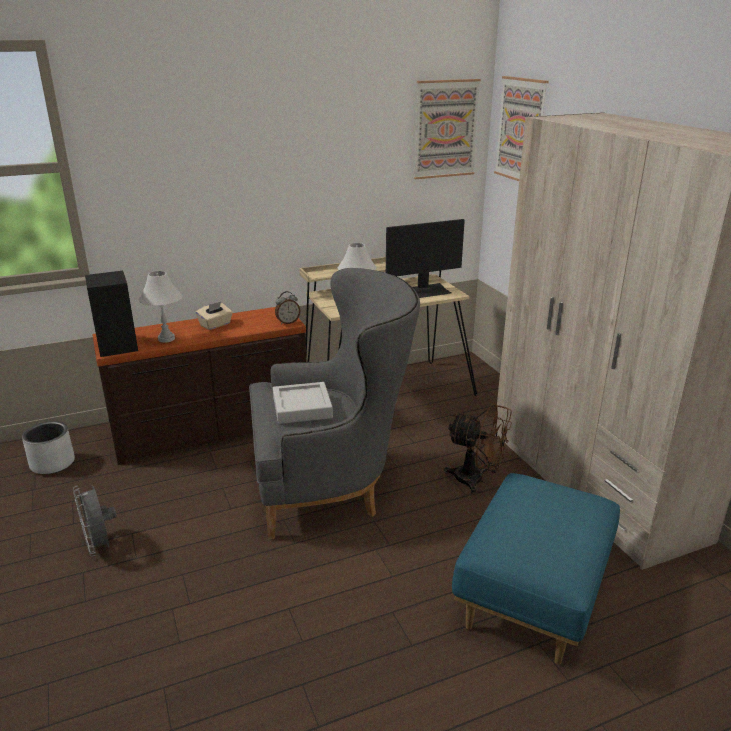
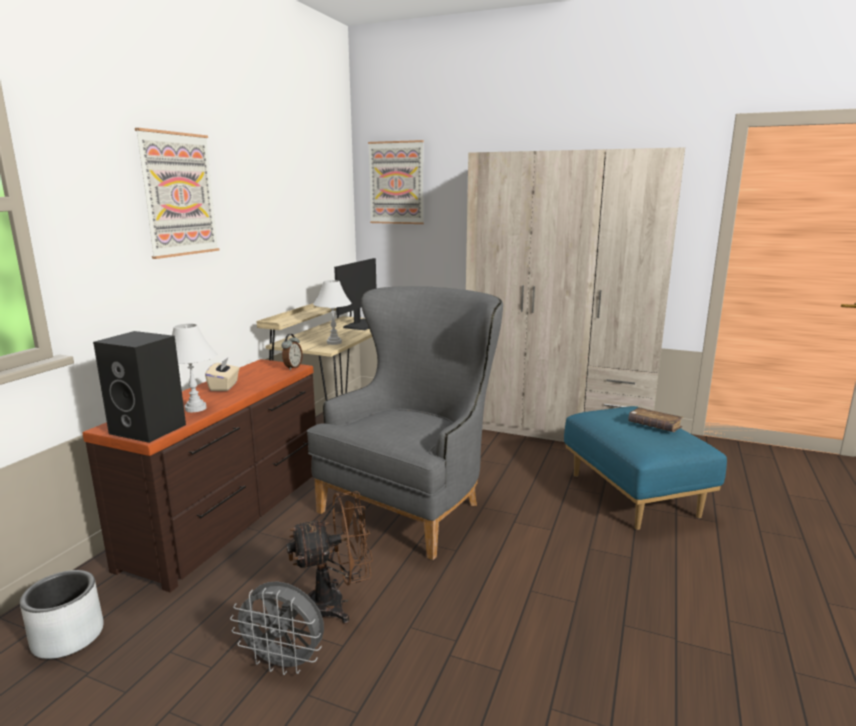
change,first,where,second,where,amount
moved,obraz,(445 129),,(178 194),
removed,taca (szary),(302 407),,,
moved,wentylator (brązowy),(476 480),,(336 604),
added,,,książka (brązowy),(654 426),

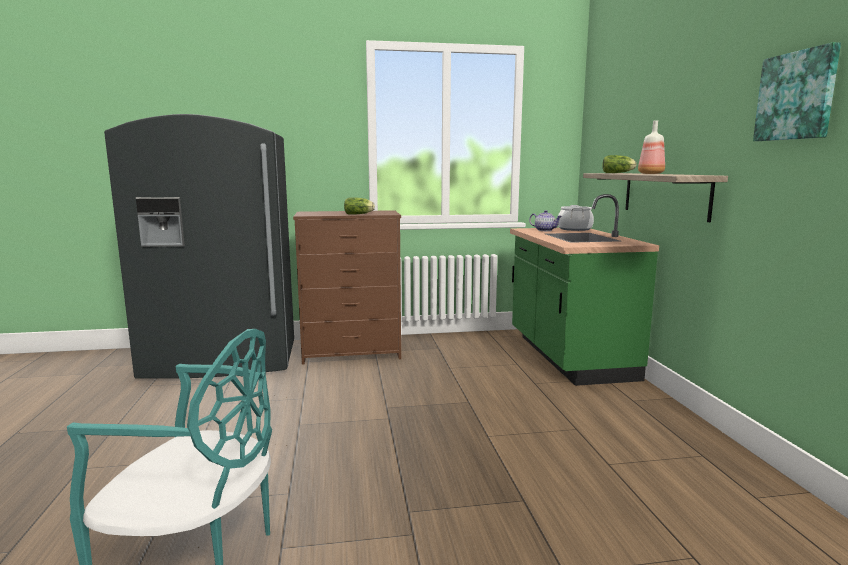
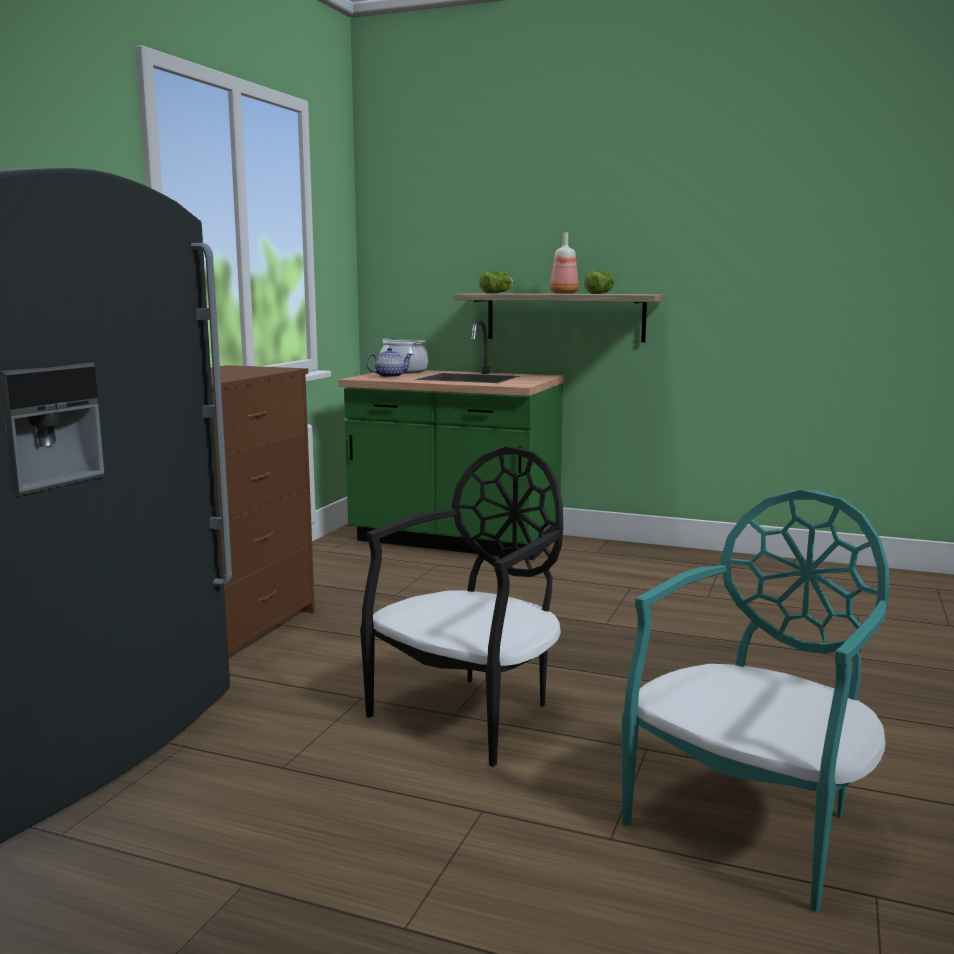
change,first,where,second,where,amount
removed,obraz,(797 96),,,
moved,sałata,(359 214),,(600 293),
added,,,krzesło (czarny),(471 714),

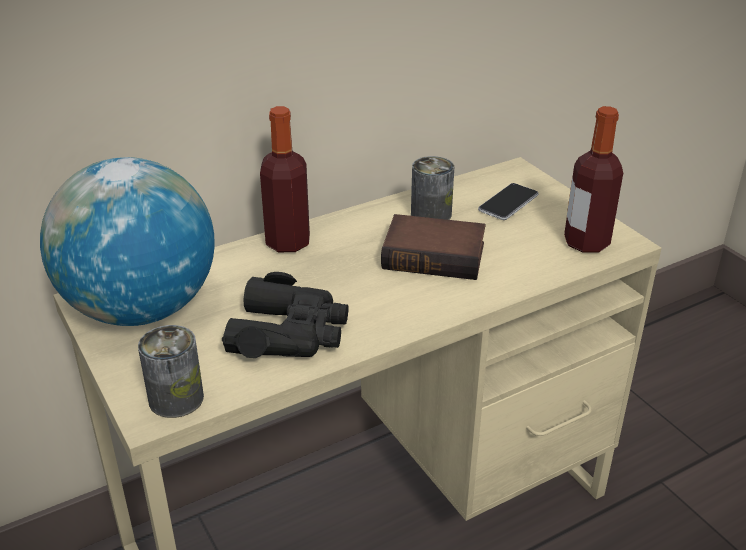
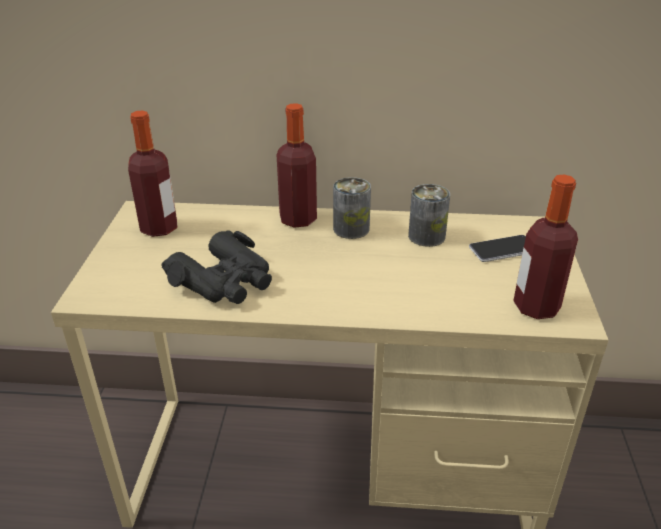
change,first,where,second,where,amount
replaced,globus,(141 308),butelka,(159 228),
removed,książka,(435 254),,,
moved,puszka,(176 398),,(351 229),

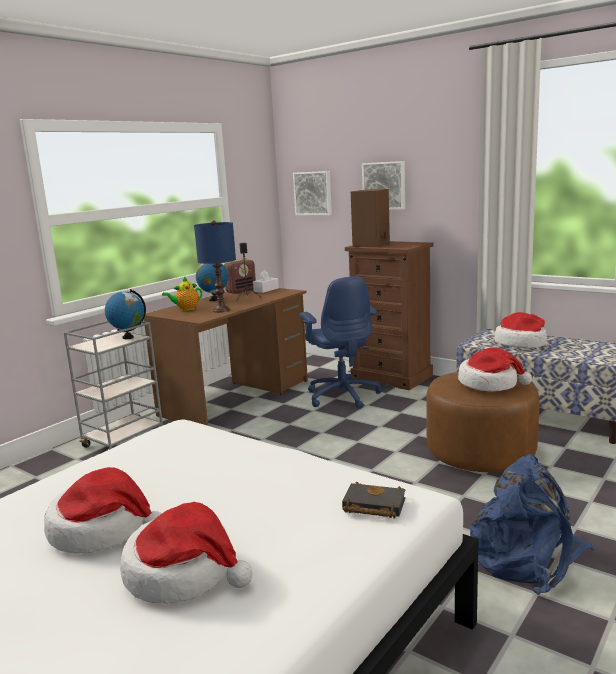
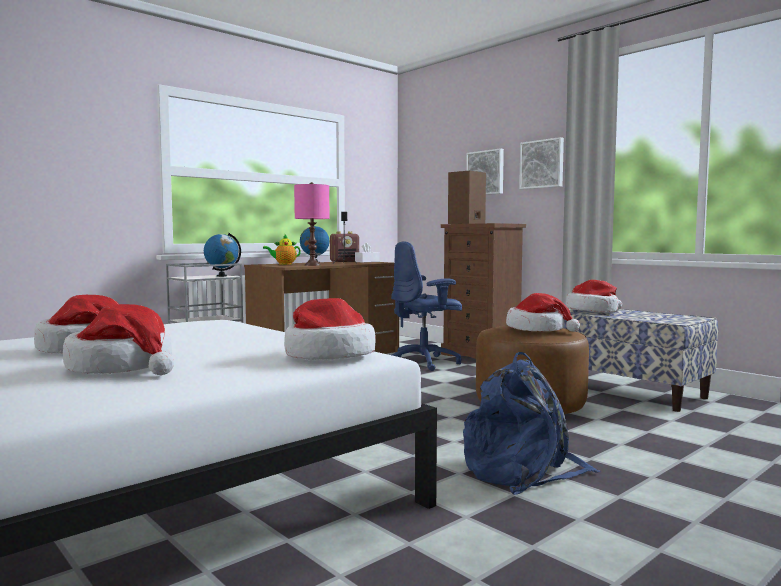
change,first,where,second,where,amount
moved,obraz,(313 193),,(542 164),
recoloured,lampa stołowa (niebieski),(221 310),lampa stołowa (różowy),(312 265),
turned,krzesło biurowe (niebieski),(342 395),,(424 363),75 degrees clockwise
replaced,książka (czarny),(372 506),kapelusz,(328 355),

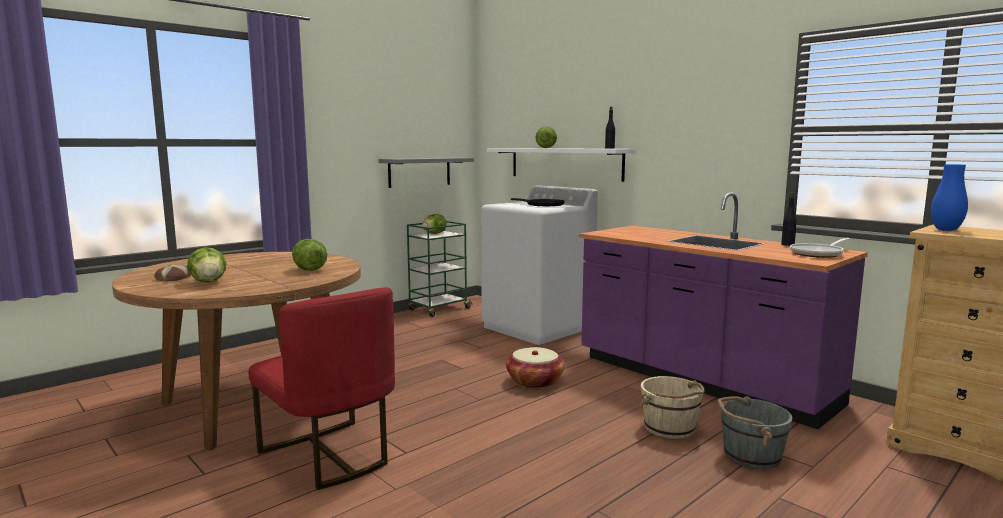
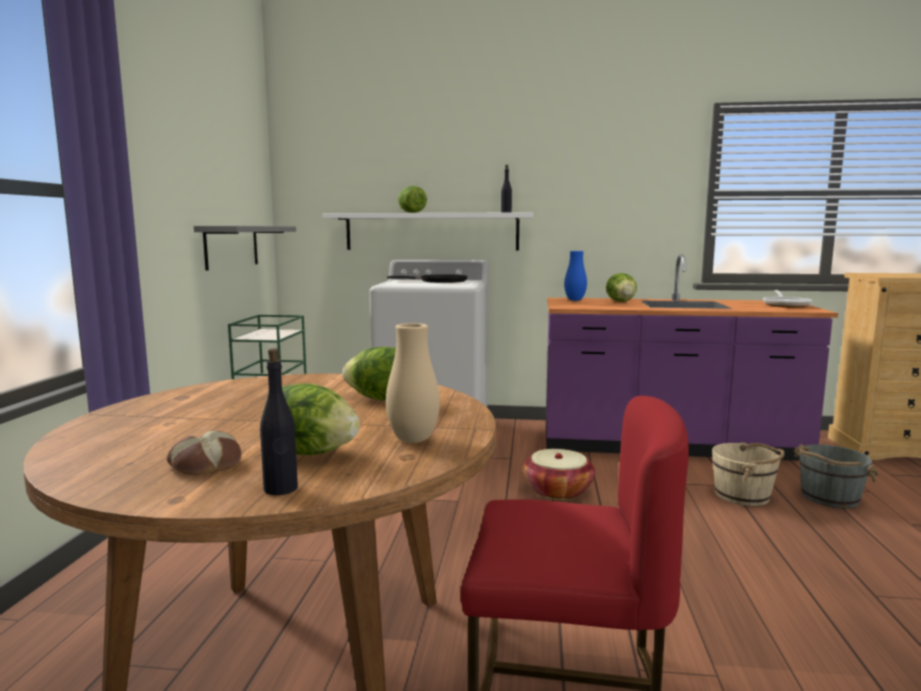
change,first,where,second,where,amount
moved,wazon (niebieski),(946 230),,(575 300),
moved,butelka (czarny),(787 245),,(281 489),
moved,sałata,(434 233),,(621 302),
added,,,wazon (beżowy),(413 440),

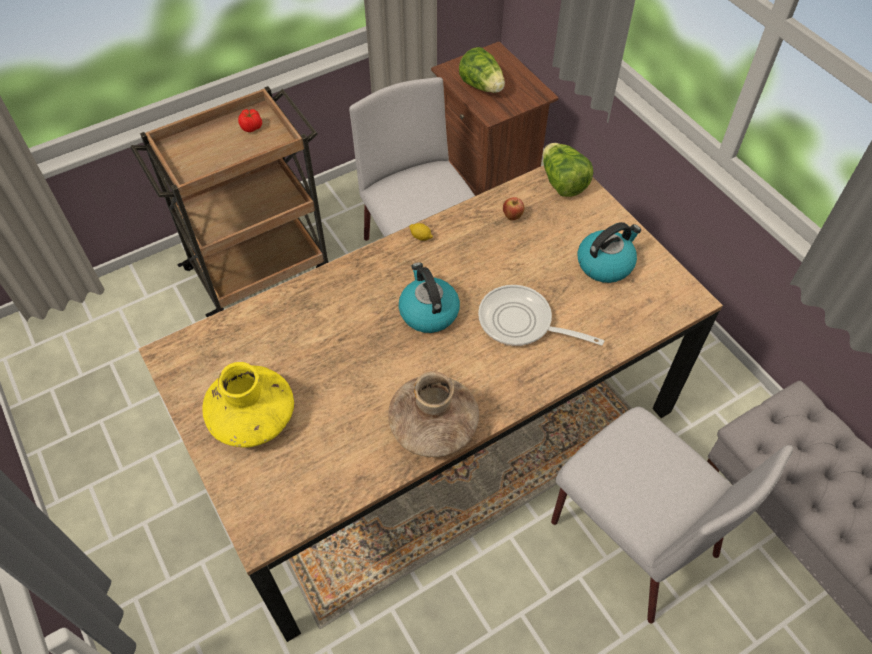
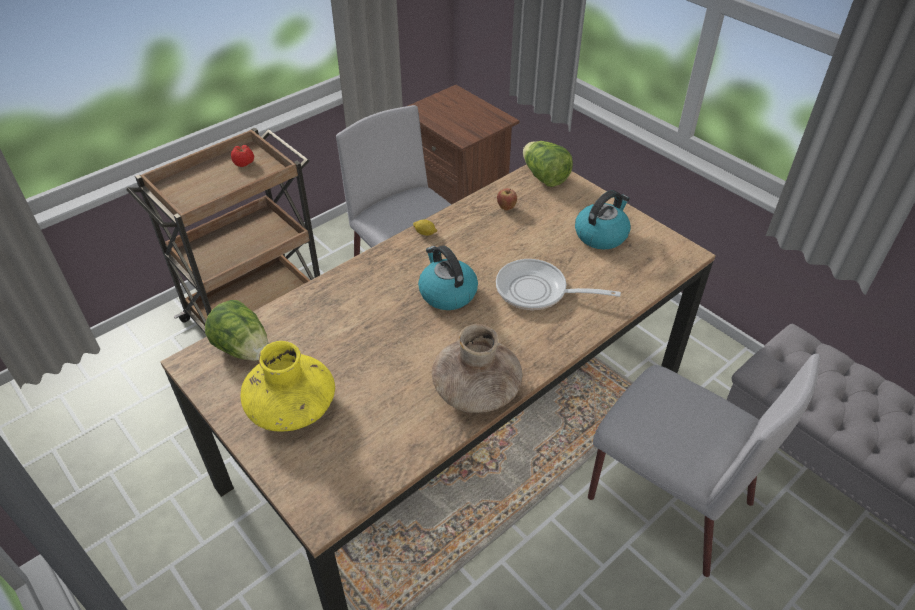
change,first,where,second,where,amount
moved,sałata,(482 86),,(244 349),

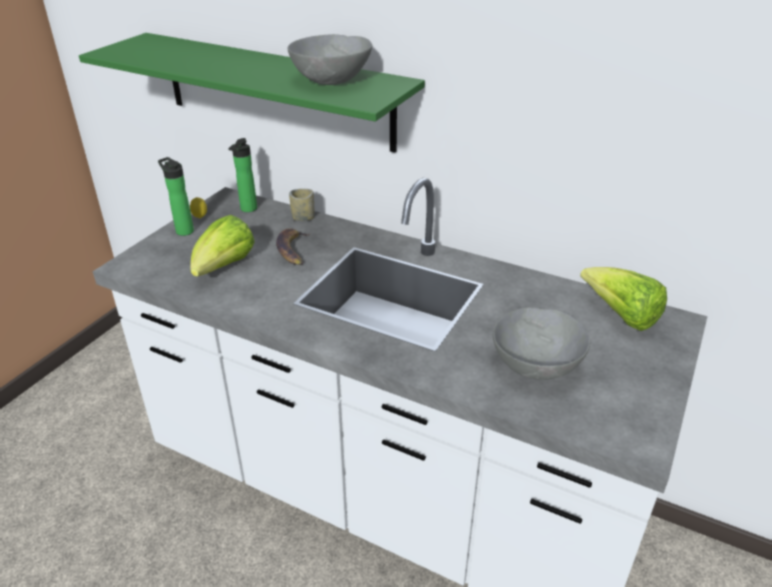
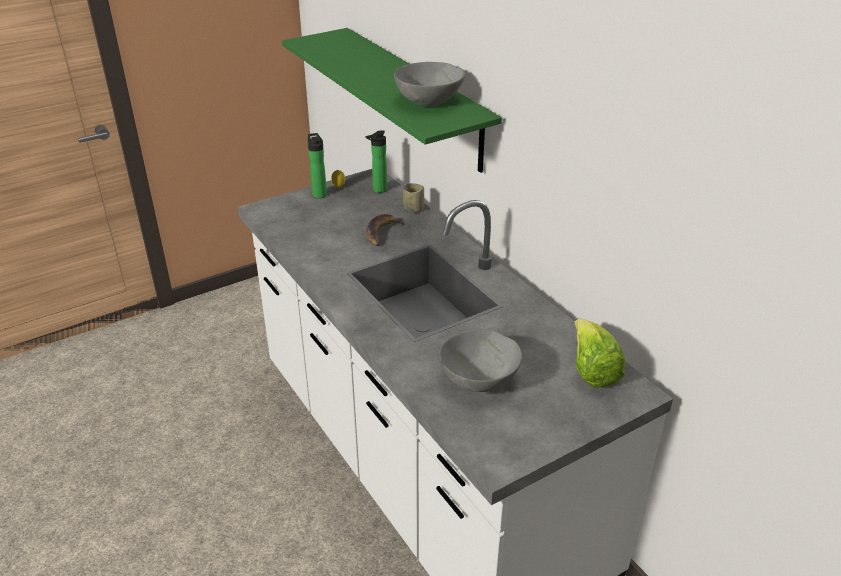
change,first,where,second,where,amount
removed,sałata,(224 268),,,

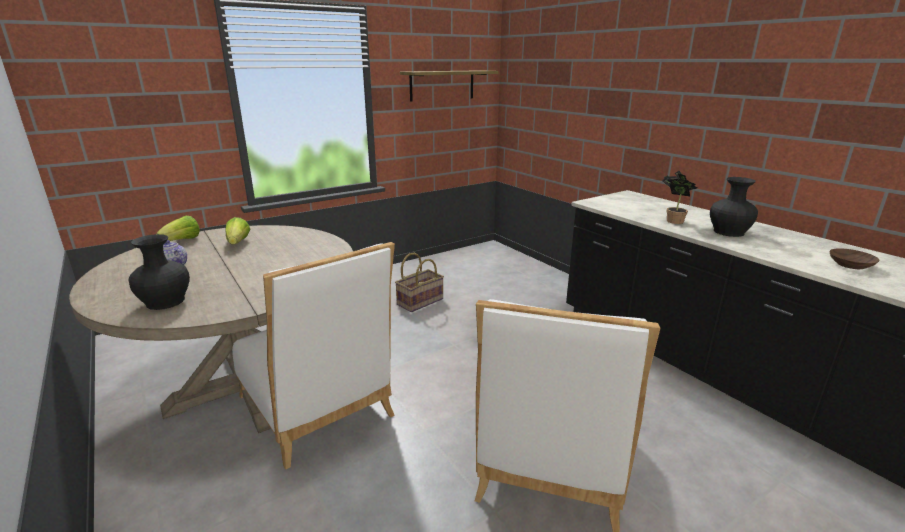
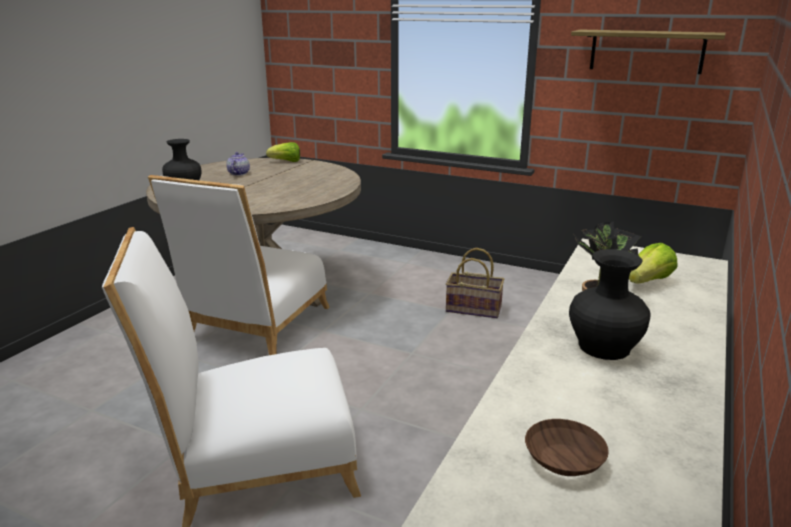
change,first,where,second,where,amount
moved,sałata,(238 243),,(648 282),

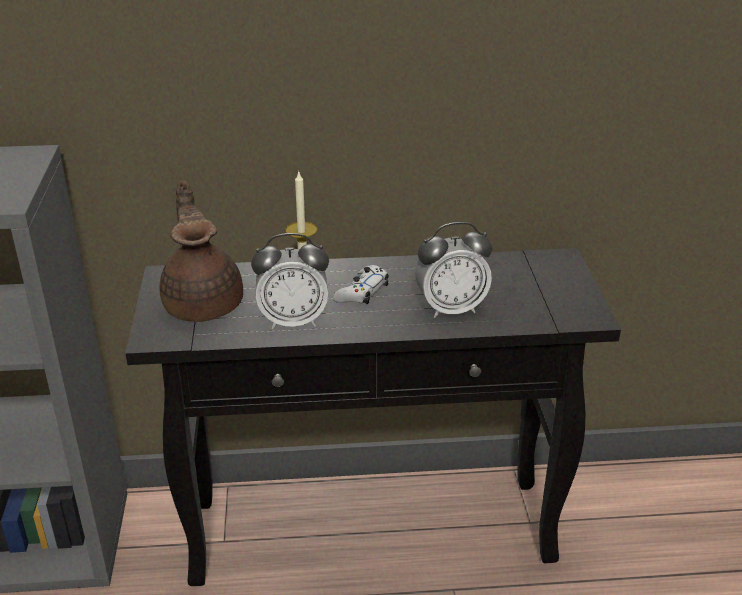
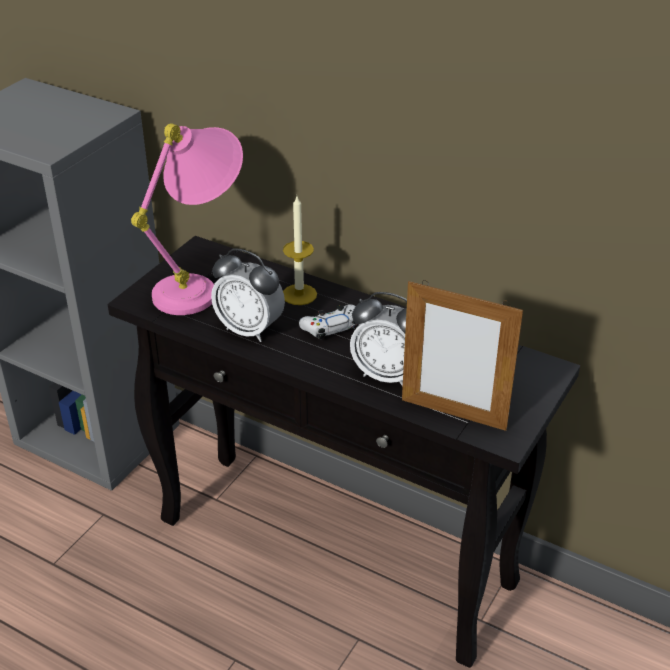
change,first,where,second,where,amount
replaced,imbryk (brązowy),(204 303),lampa stołowa (różowy),(201 285),
added,,,ramka na zdjęcie,(453 414),

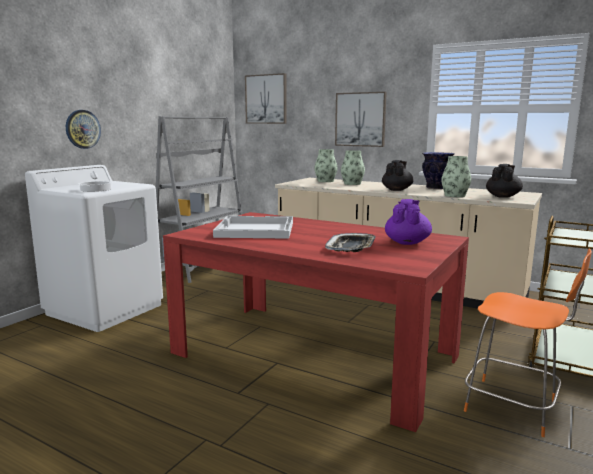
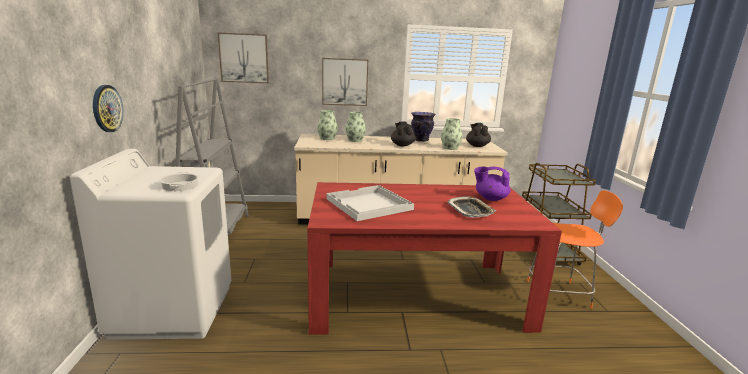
change,first,where,second,where,amount
turned,imbryk (fioletowy),(407 242),,(490 198),60 degrees counterclockwise

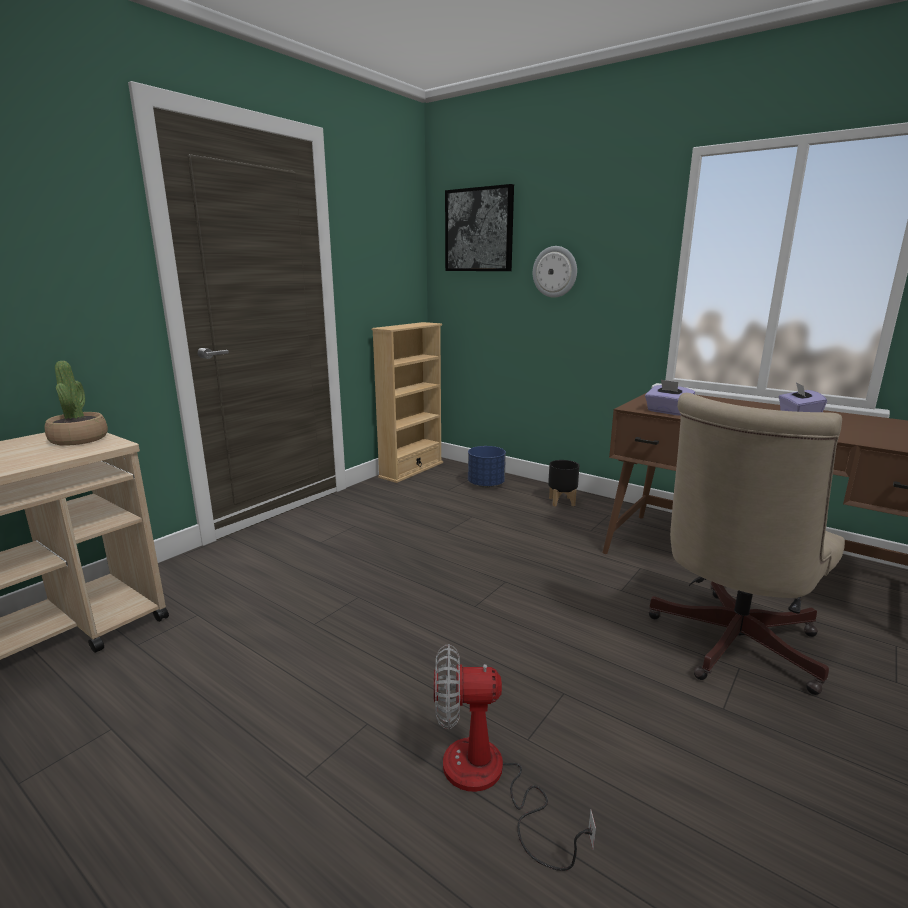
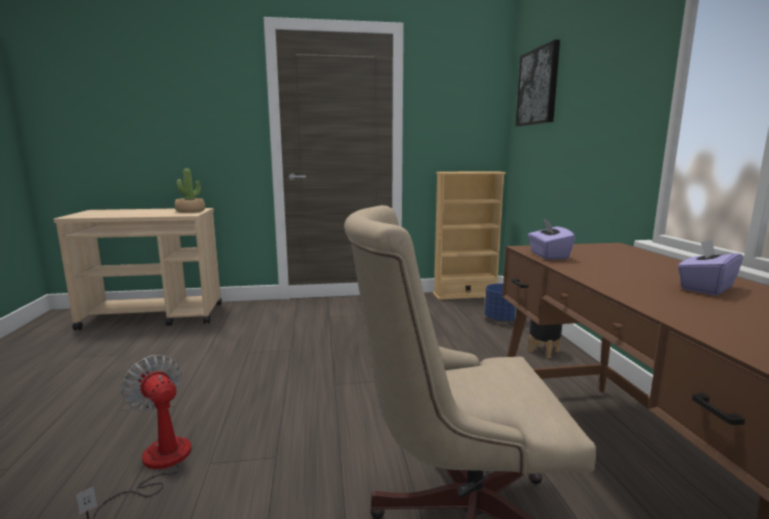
change,first,where,second,where,amount
removed,zegar ścienny,(555 272),,,

